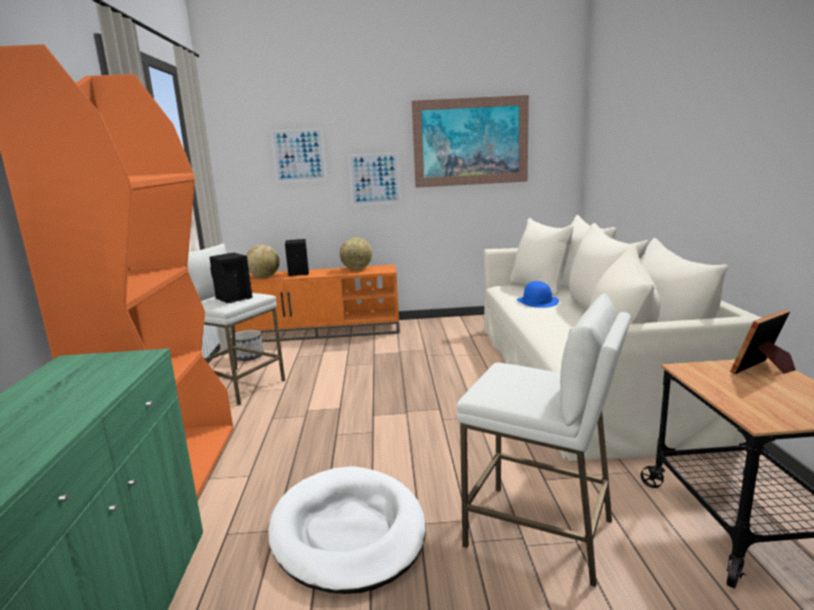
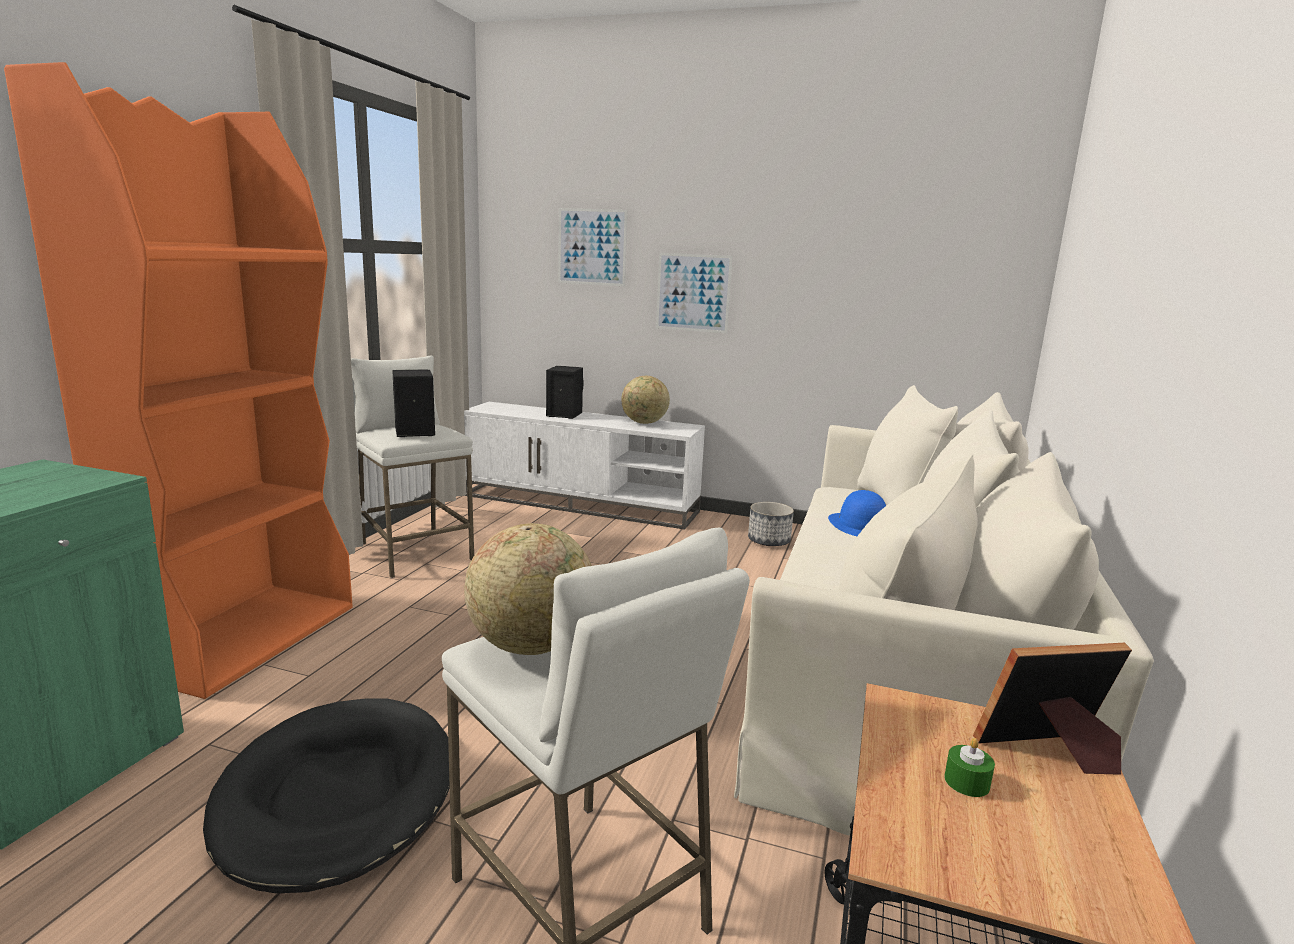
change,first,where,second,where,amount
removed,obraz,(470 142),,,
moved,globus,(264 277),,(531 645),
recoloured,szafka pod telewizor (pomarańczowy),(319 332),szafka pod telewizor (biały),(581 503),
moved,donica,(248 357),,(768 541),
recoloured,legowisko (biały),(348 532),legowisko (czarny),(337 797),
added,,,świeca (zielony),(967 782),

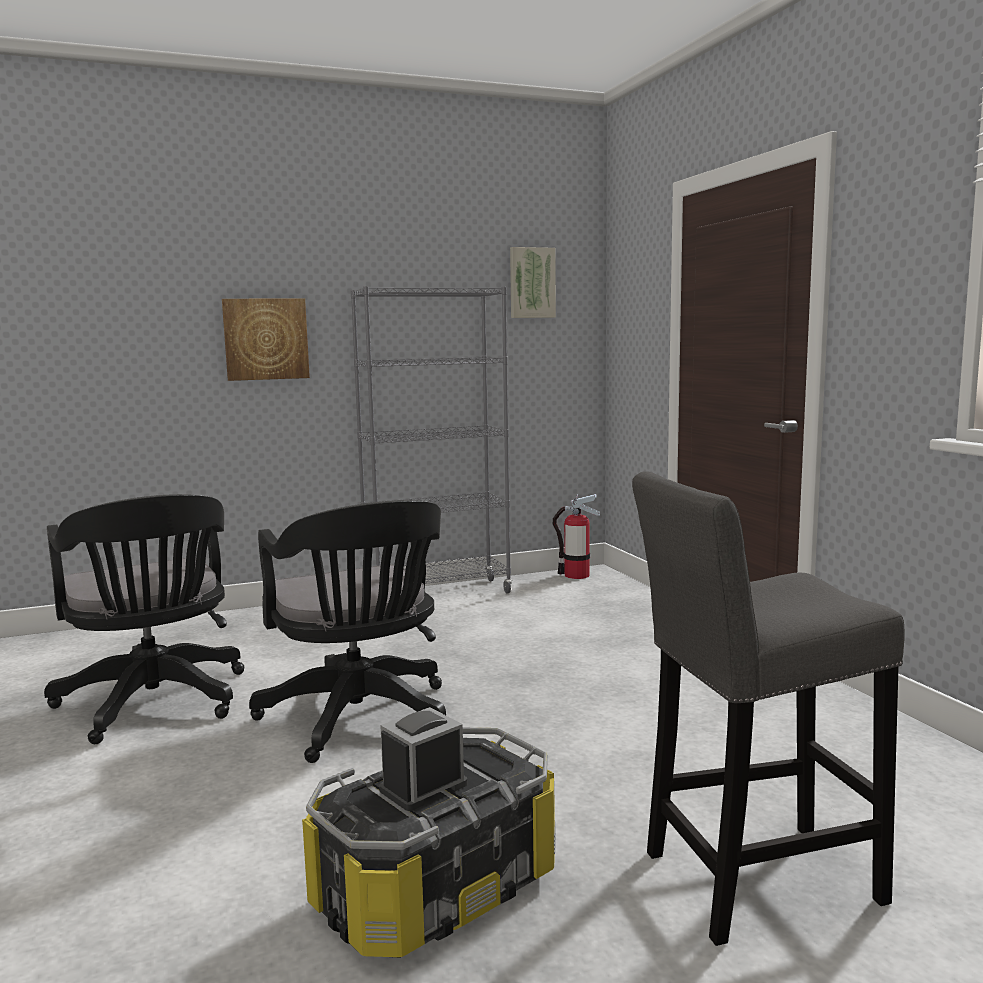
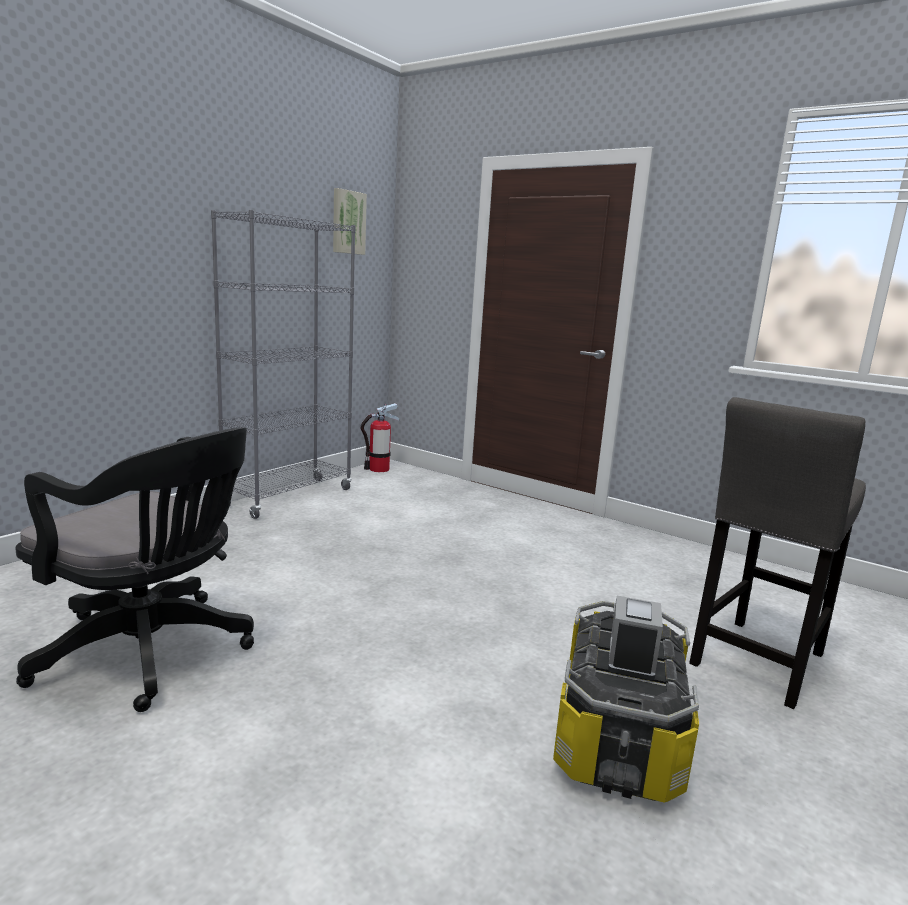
change,first,where,second,where,amount
removed,obraz,(266 339),,,
removed,krzesło biurowe (czarny),(360 720),,,

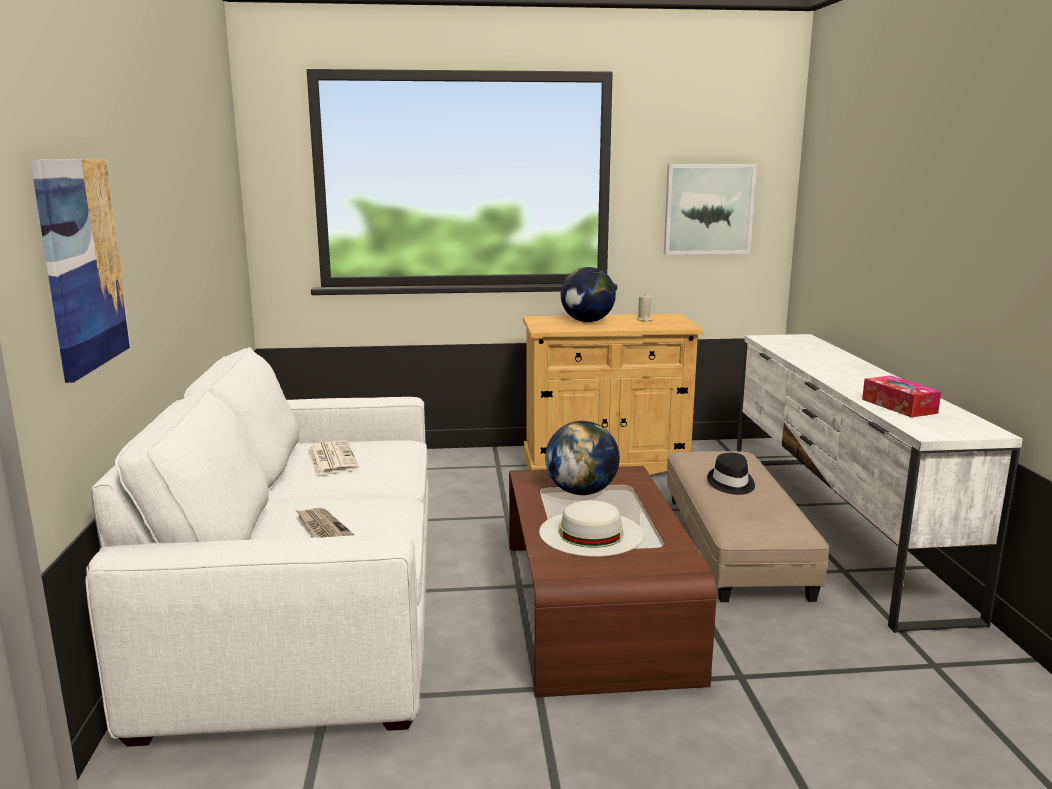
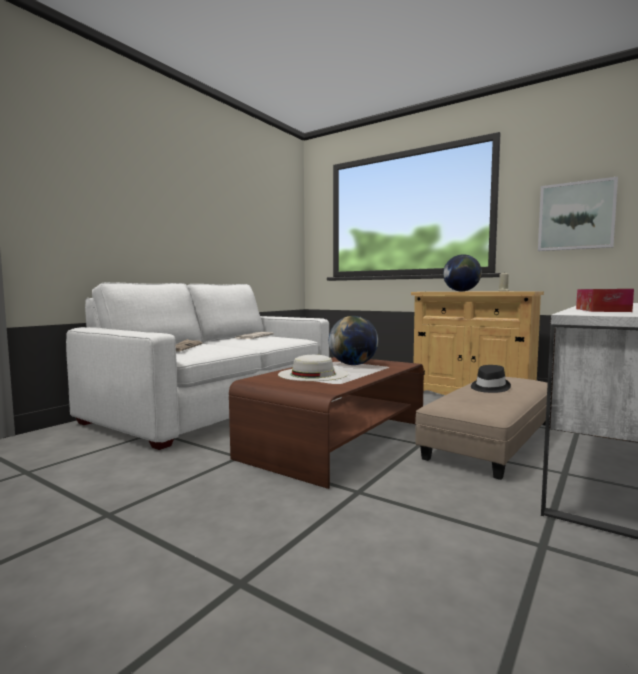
change,first,where,second,where,amount
removed,obraz,(82 264),,,

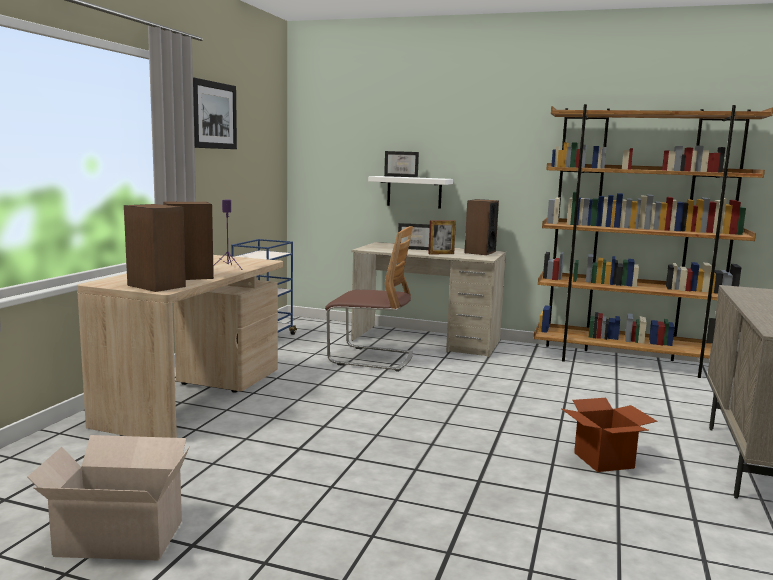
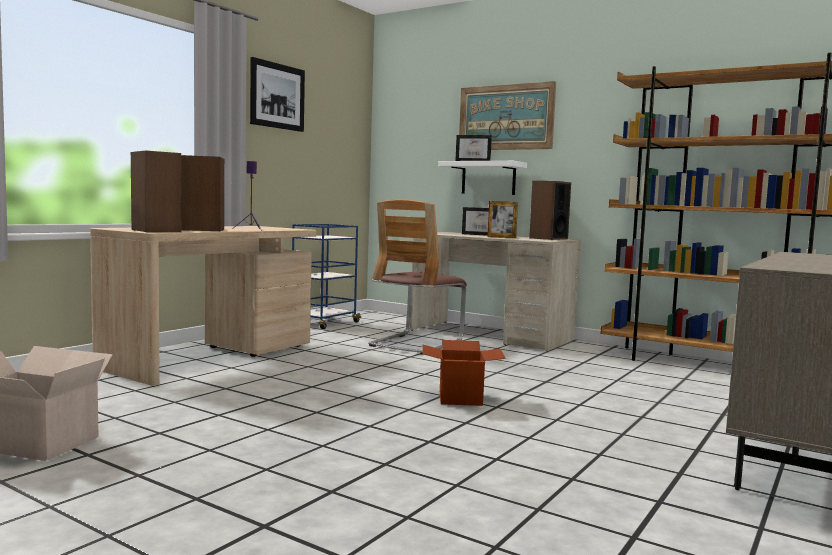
change,first,where,second,where,amount
turned,krzesło,(371 358),,(416 343),90 degrees clockwise
moved,karton,(603 460),,(460 398),
added,,,obraz,(505 117),

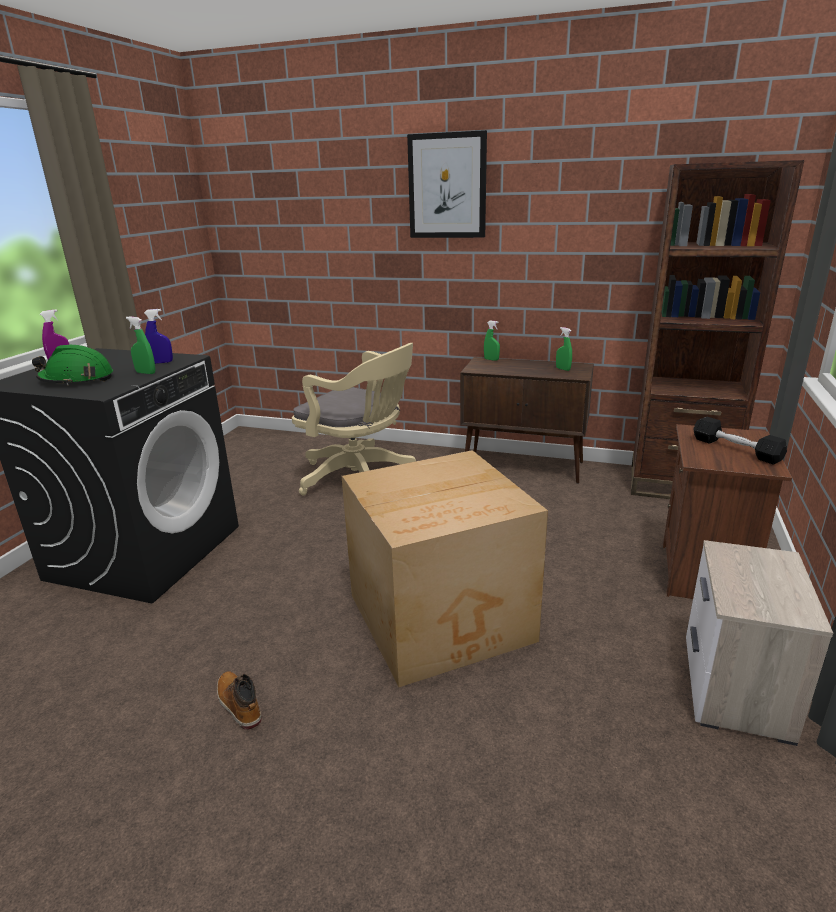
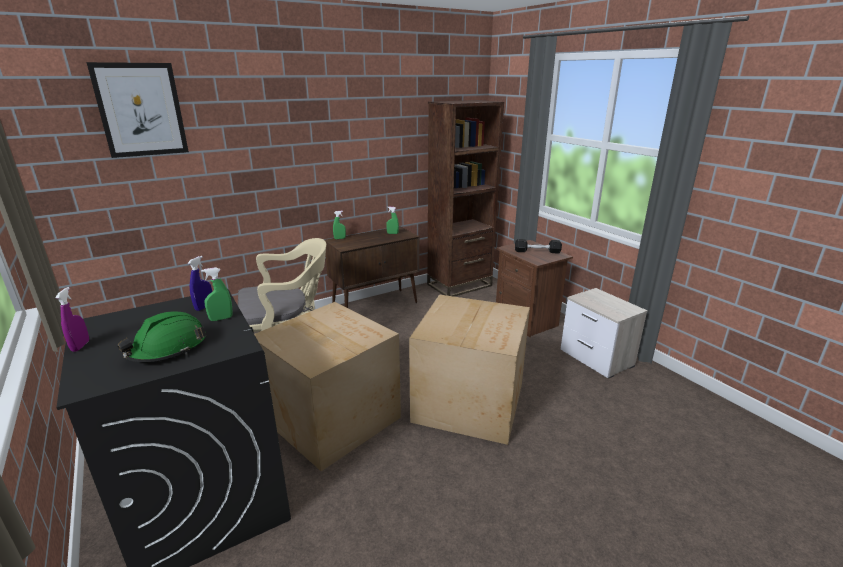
change,first,where,second,where,amount
moved,obraz,(447 186),,(141 110),
removed,but z cholewką,(238 705),,,
added,,,karton,(332 417),

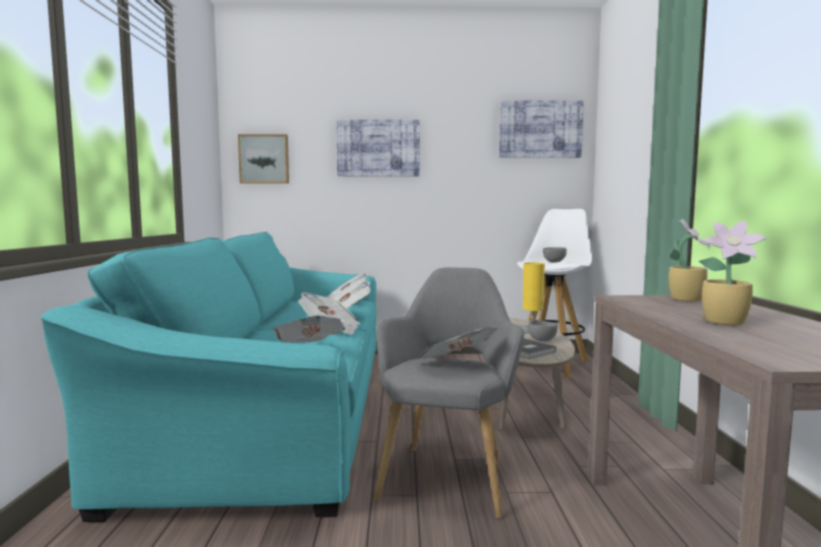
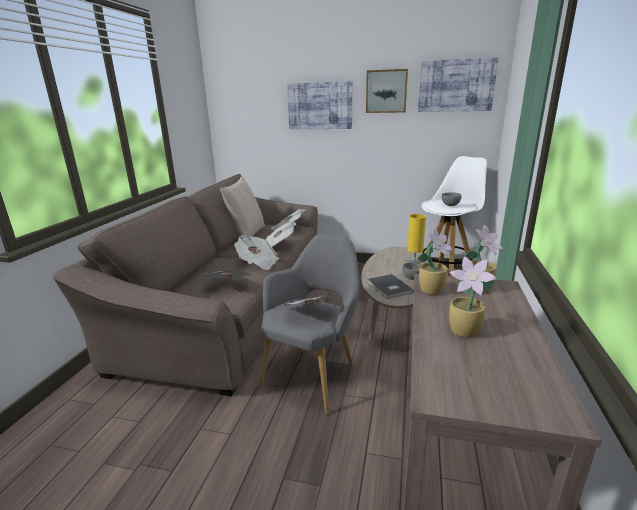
change,first,where,second,where,amount
moved,obraz,(264 159),,(386 91),
recoloured,kanapa (turkusowy),(280 412),kanapa (brązowy),(234 307),
added,,,poduszka (beżowy),(246 234),
added,,,roślina doniczkowa,(432 290),

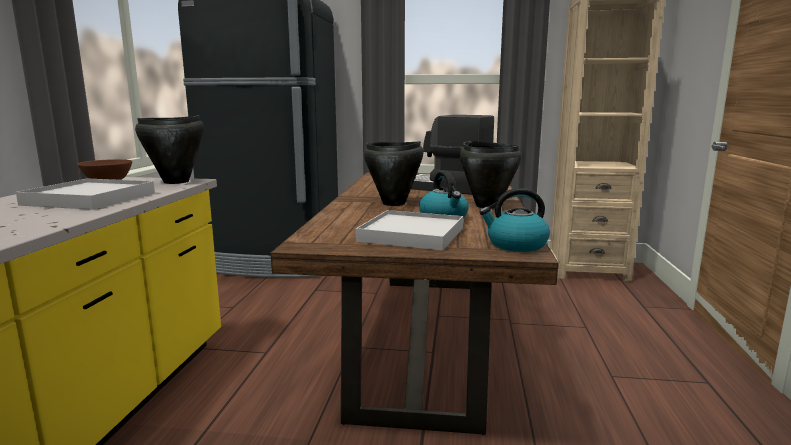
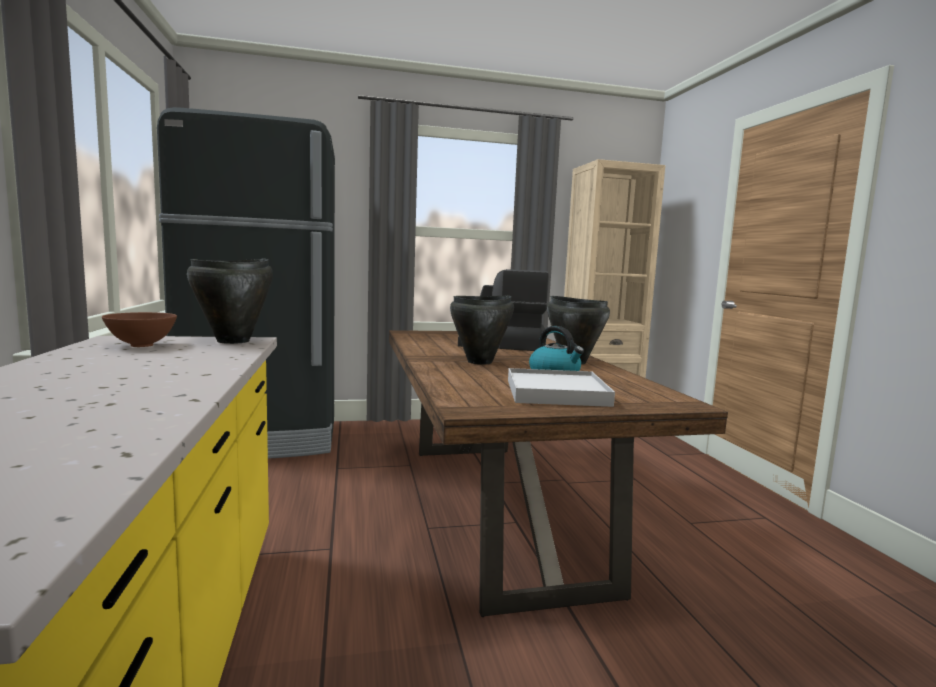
change,first,where,second,where,amount
removed,taca (biały),(90 199),,,
removed,czajnik,(515 245),,,

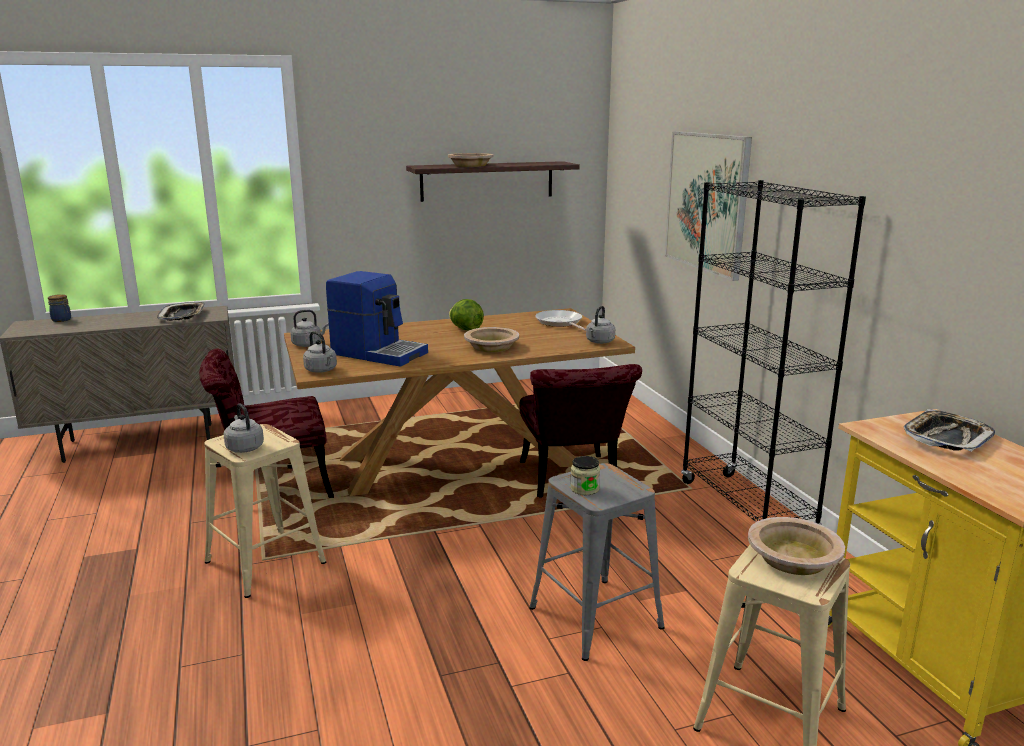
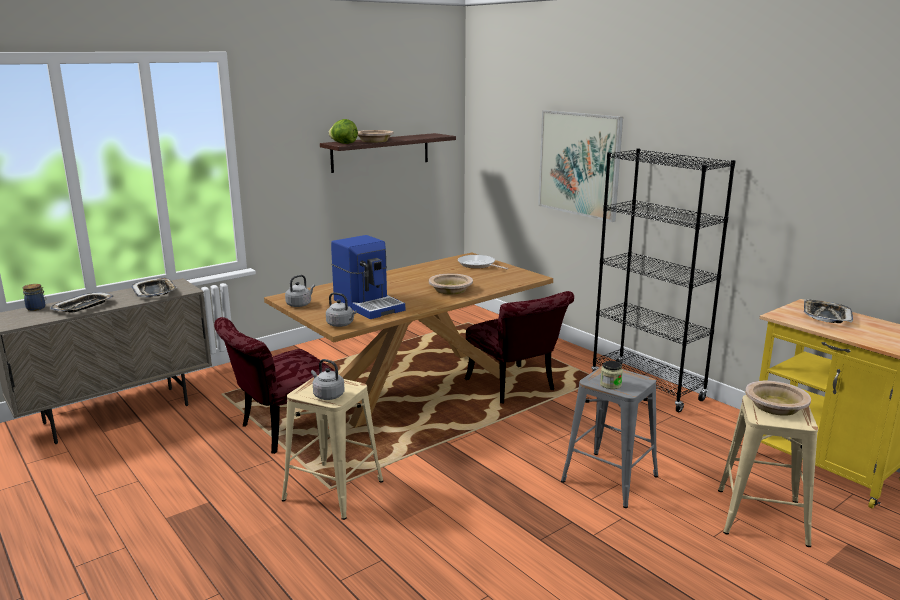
change,first,where,second,where,amount
turned,ekspres do kawy,(379 353),,(369 305),45 degrees clockwise
moved,sałata,(466 329),,(344 143),
removed,czajnik (szary),(599 342),,,
added,,,taca,(83 307),

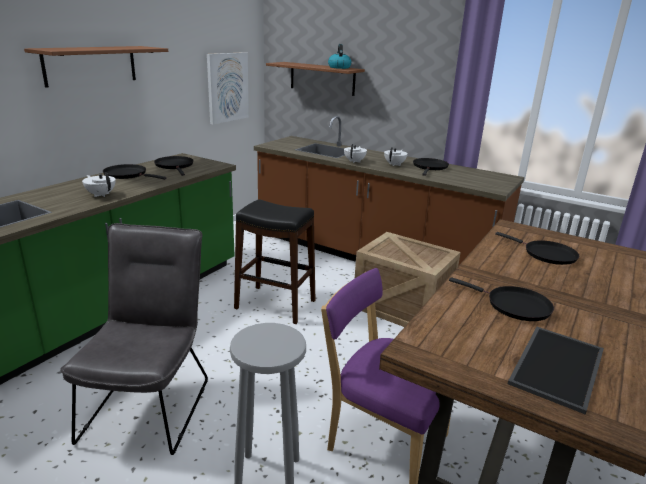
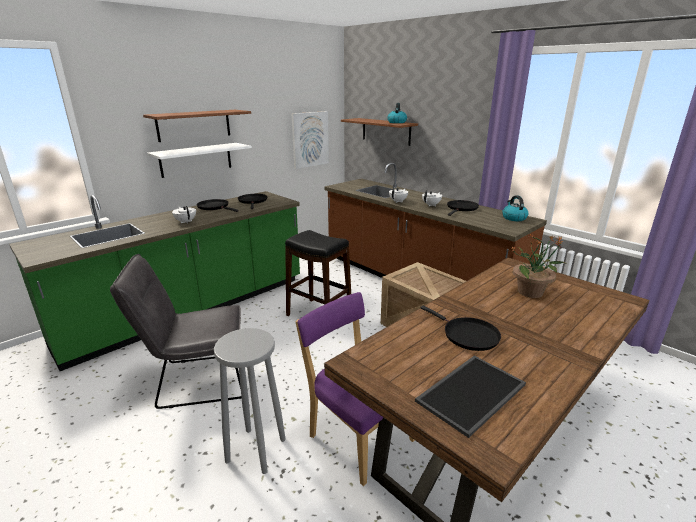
change,first,where,second,where,amount
turned,krzesło (szary),(151 403),,(197 380),120 degrees counterclockwise
replaced,patelnia (czarny),(546 254),roślina doniczkowa,(531 292),
added,,,półka (biały),(196 159),
added,,,czajnik,(513 218),

